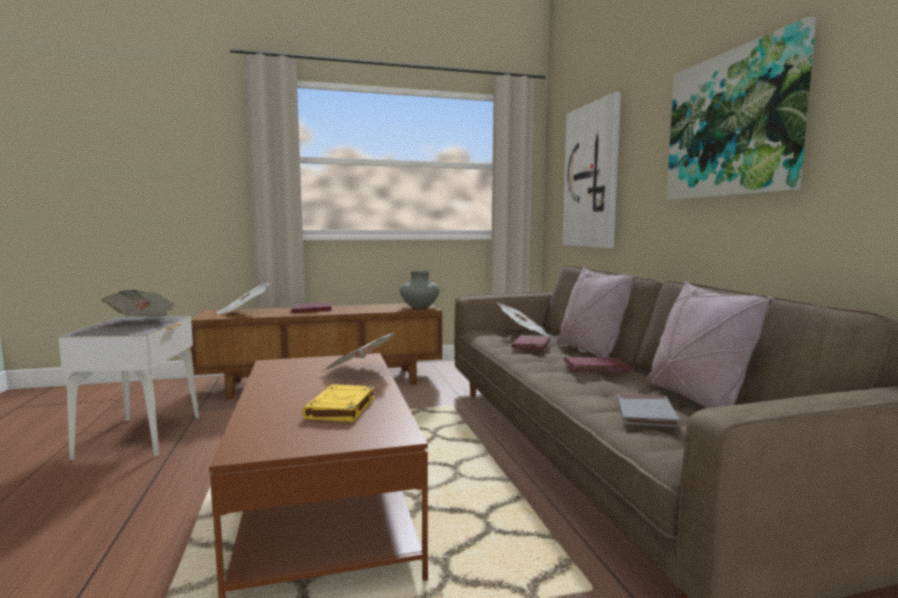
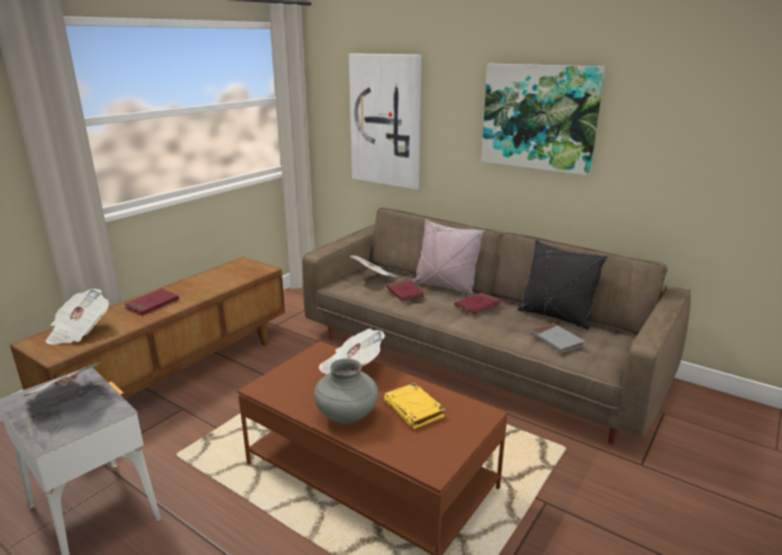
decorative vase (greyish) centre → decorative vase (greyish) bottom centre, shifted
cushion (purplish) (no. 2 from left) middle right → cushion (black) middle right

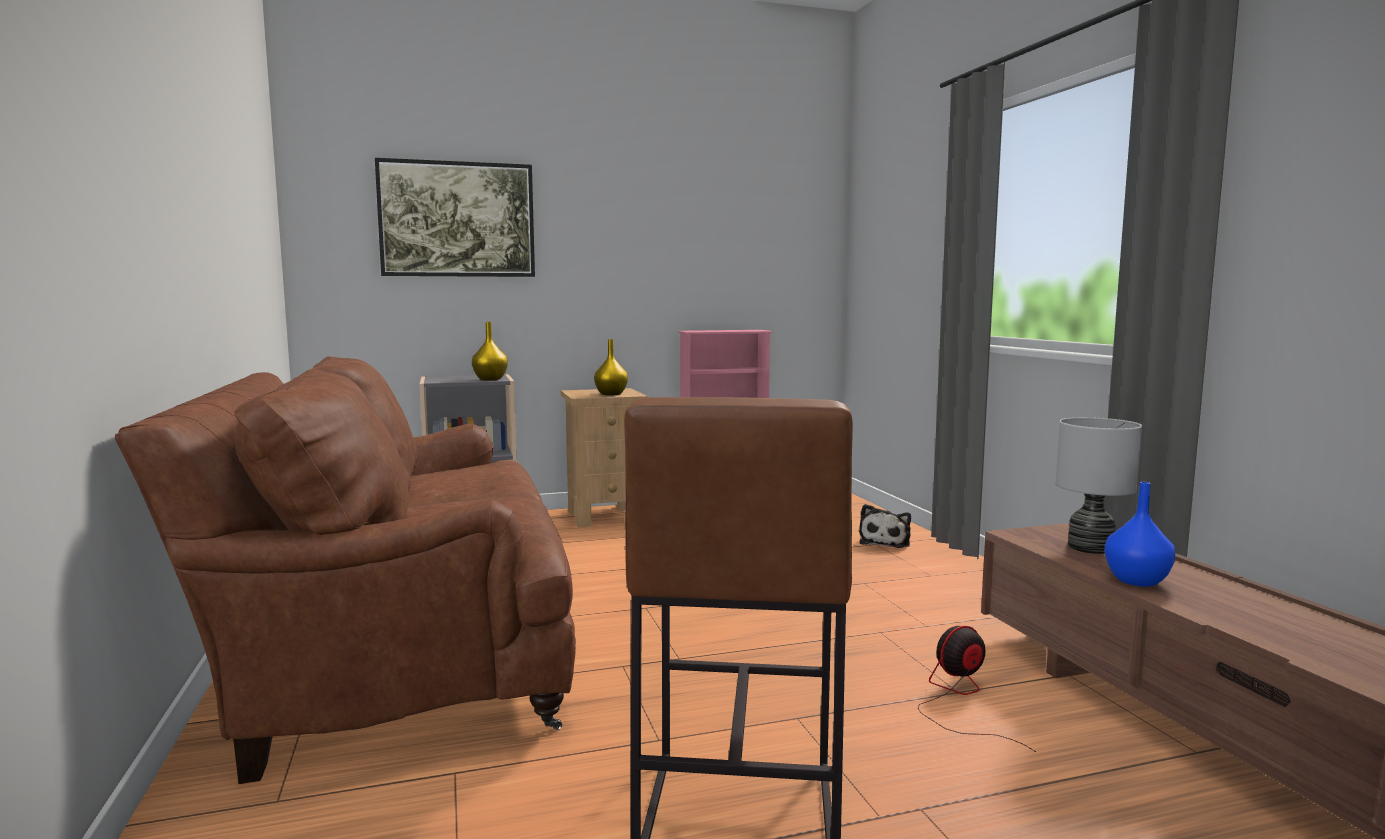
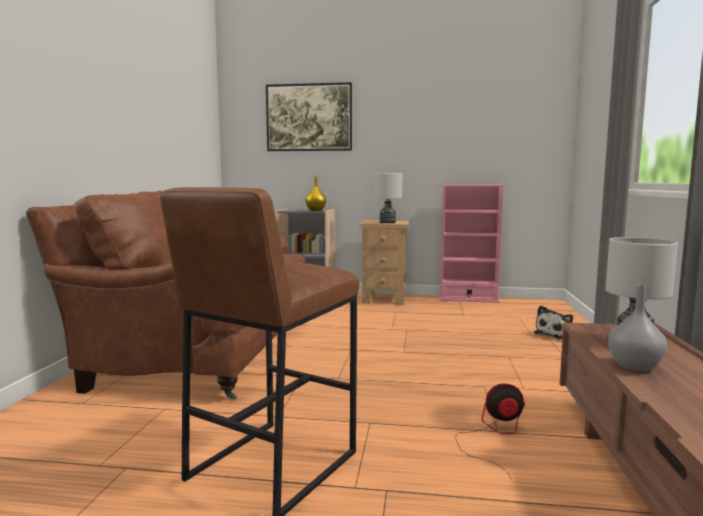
decorative vase (yellow) (no. 2 from left) centre → table lamp (greyish) (no. 1 from left) centre
decorative vase (blue) middle right → decorative vase (greyish) middle right

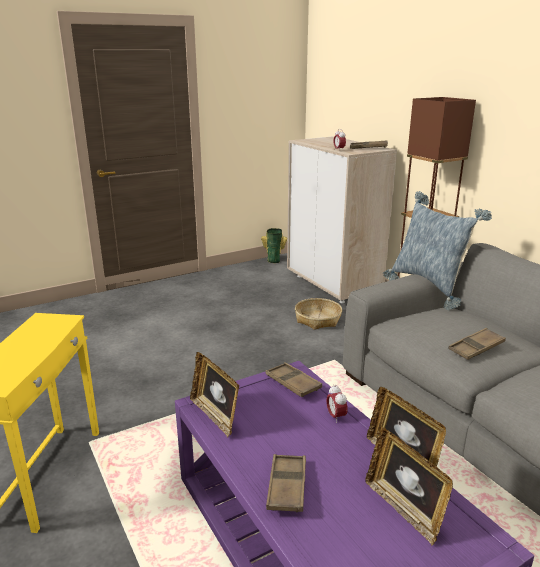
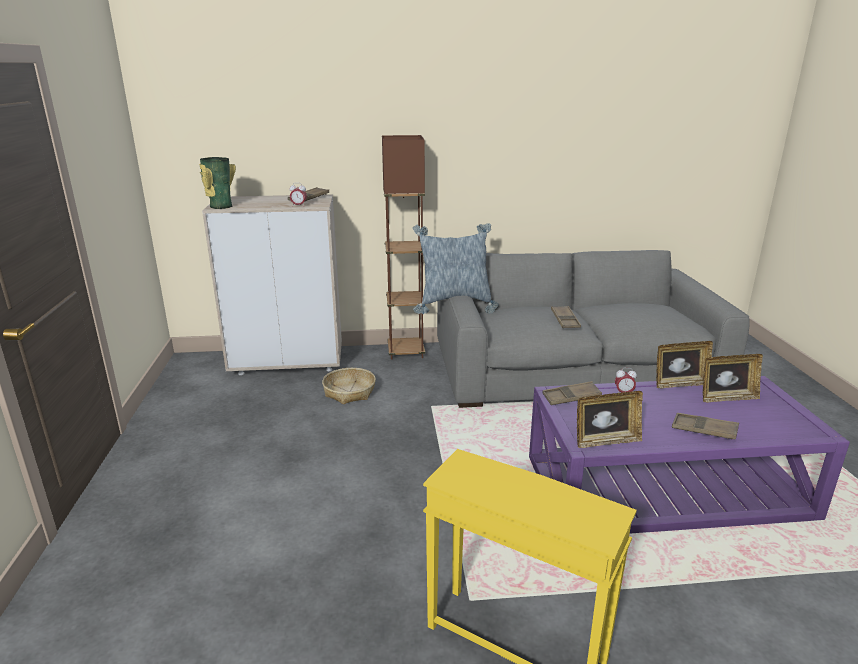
decorative vase centre → decorative vase top left, shifted

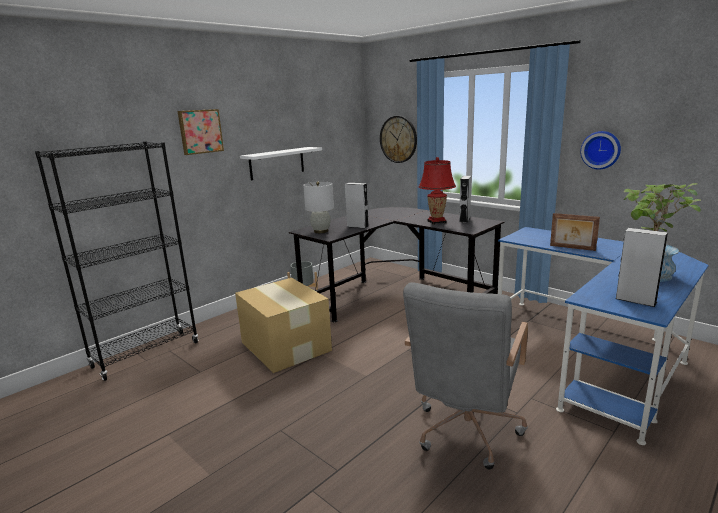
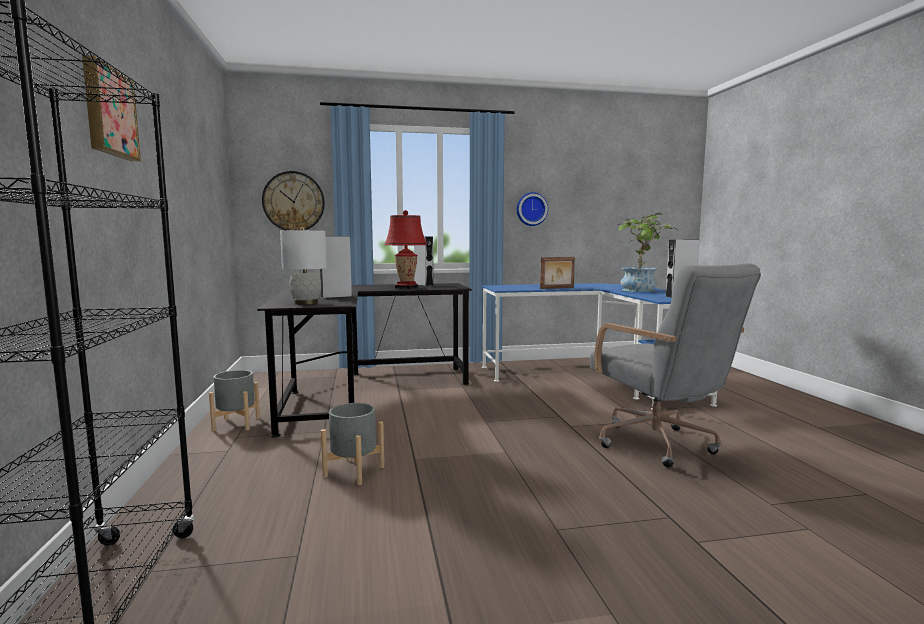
shelf (whitish) top centre → -
cardboard box centre → flower pot (greyish) (no. 2 from left) bottom centre

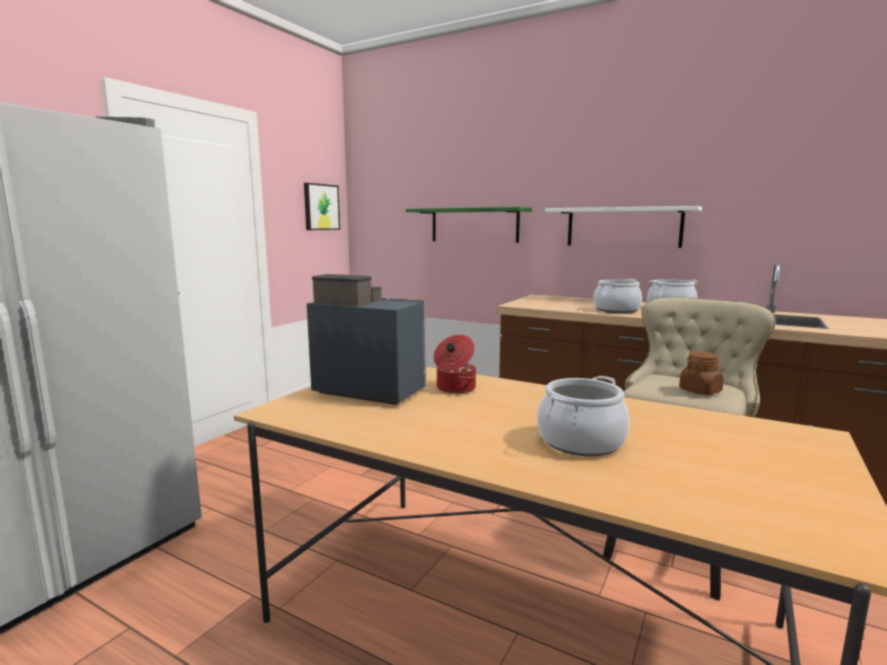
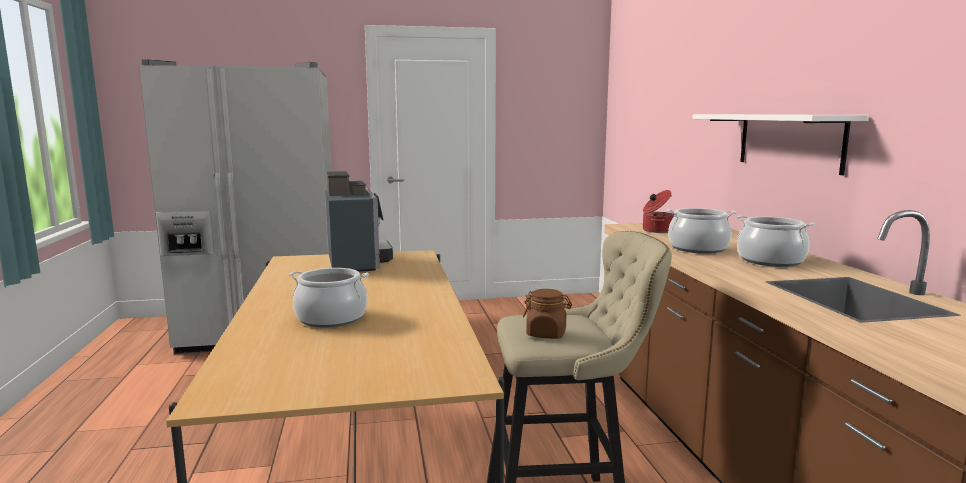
picture top centre → -
shelf (green) centre → -
stockpot (no. 1 from left in the first image) centre → stockpot (no. 2 from left) middle right, shifted

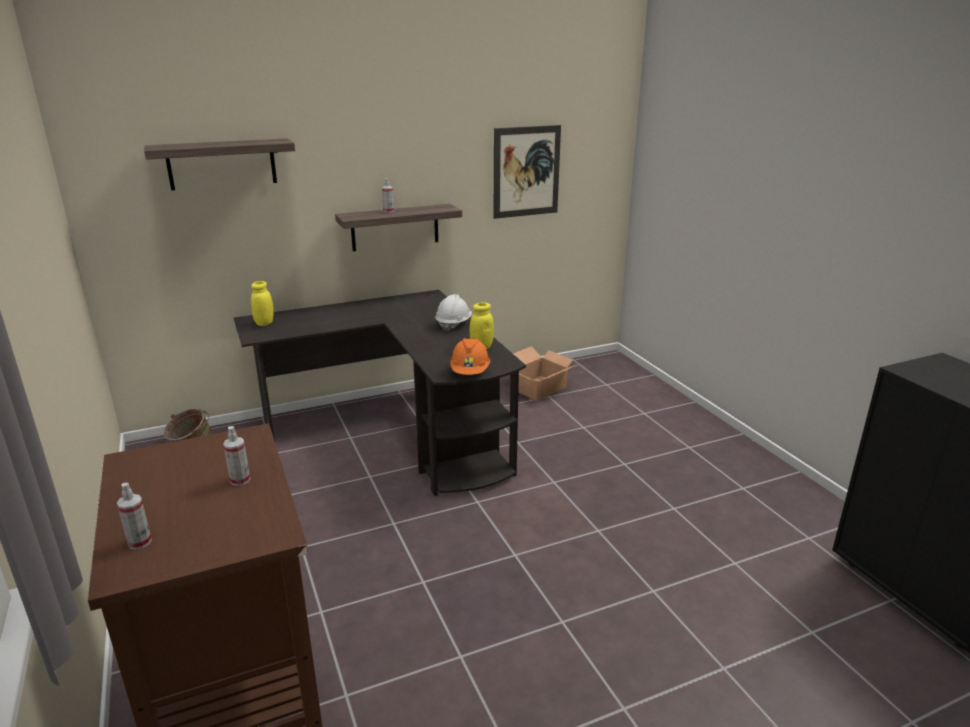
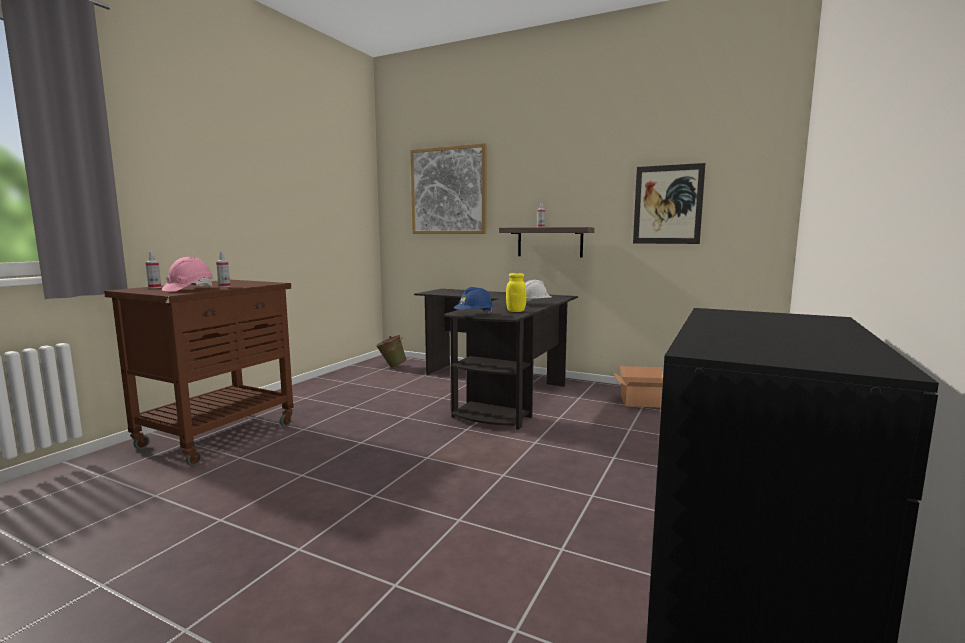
shelf (no. 1 from left) top left → picture (no. 1 from left) top centre
preserve jar (yellow) (no. 1 from left) middle left → -
work helmet (orange) centre → work helmet (blue) centre
- → work helmet (pink) middle left

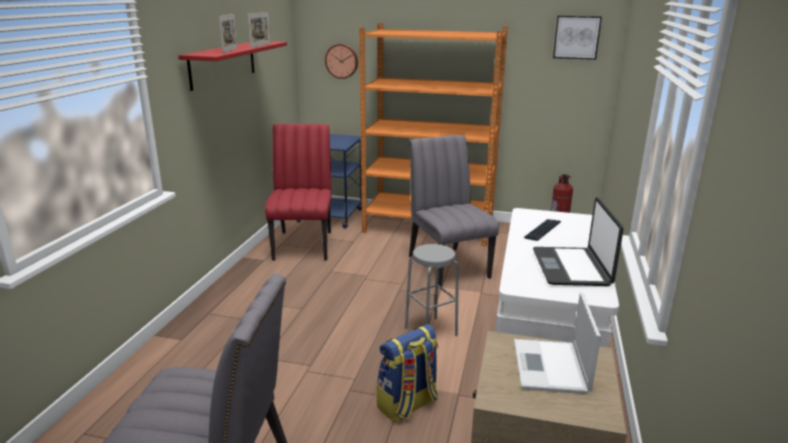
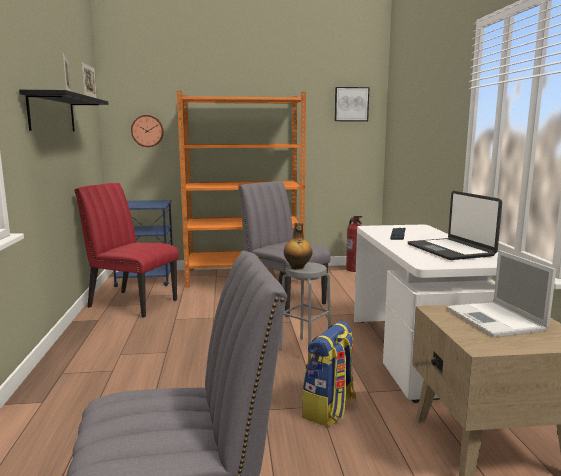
shelf (red-coloured) top left → shelf (black) top left
upright chair (red-coloured) centre → upright chair (red-coloured) middle left, 45 degrees counterclockwise
- → bottle centre

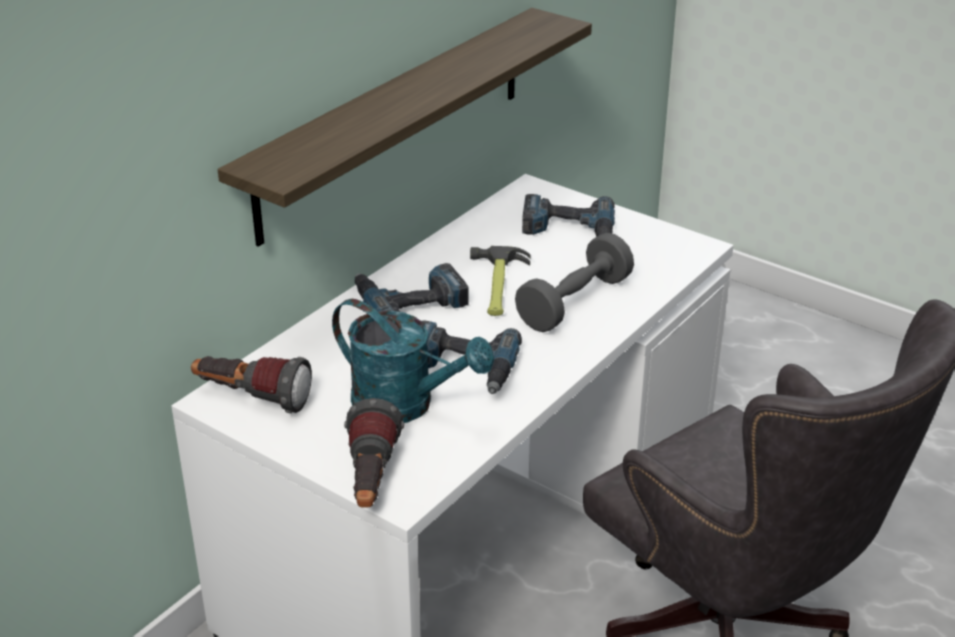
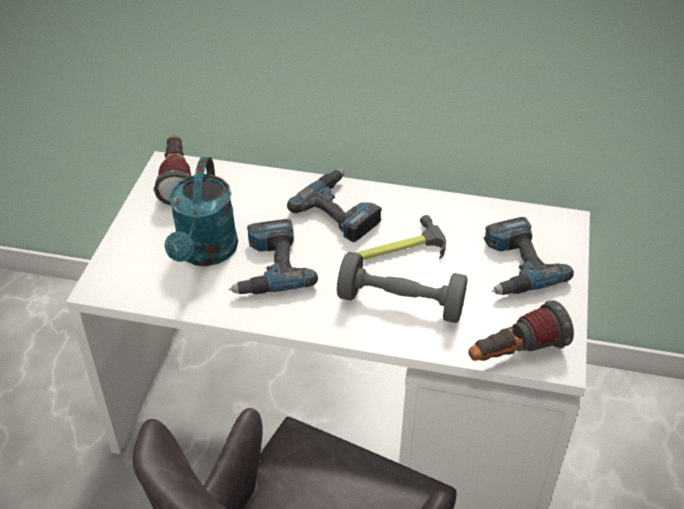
shelf top centre → -
torch (no. 2 from left) bottom centre → torch (no. 2 from left) middle right, shifted

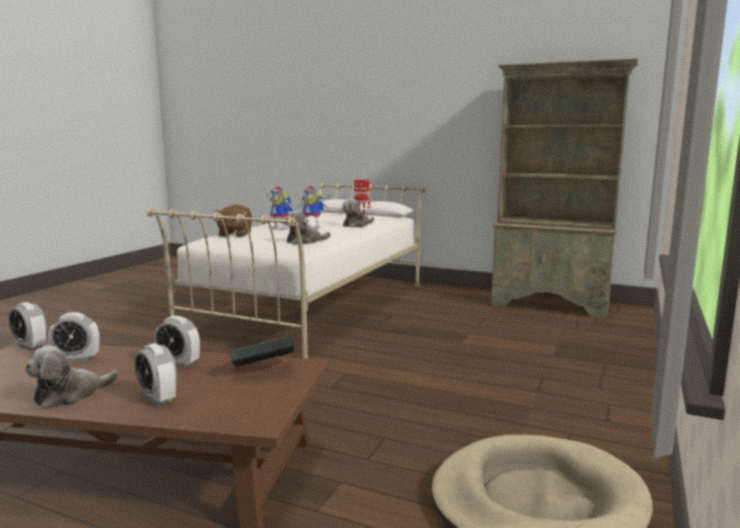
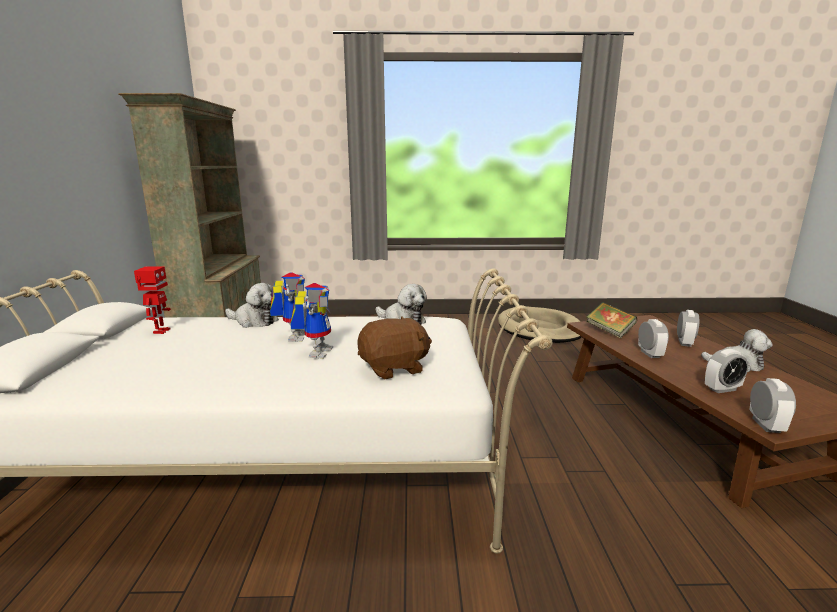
alarm clock (no. 2 from left in the first image) middle left → alarm clock (no. 3 from left) middle right, 105 degrees clockwise

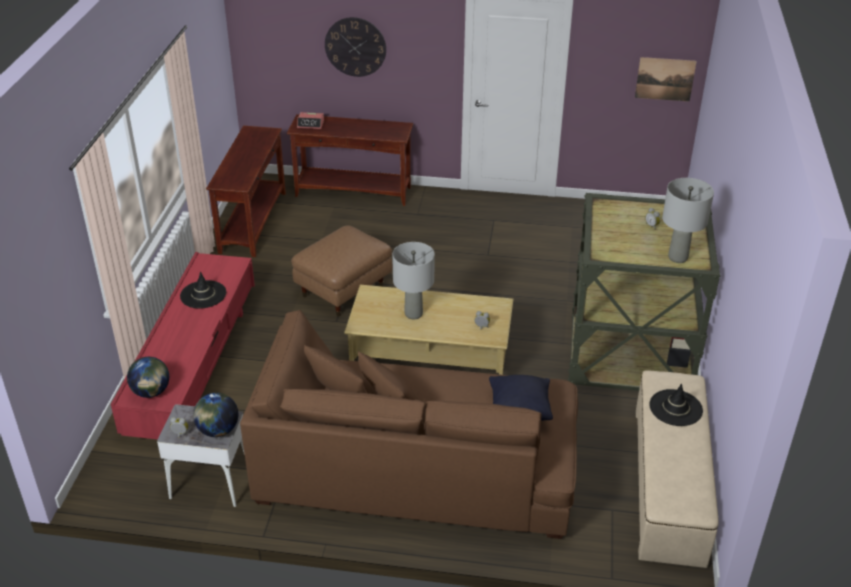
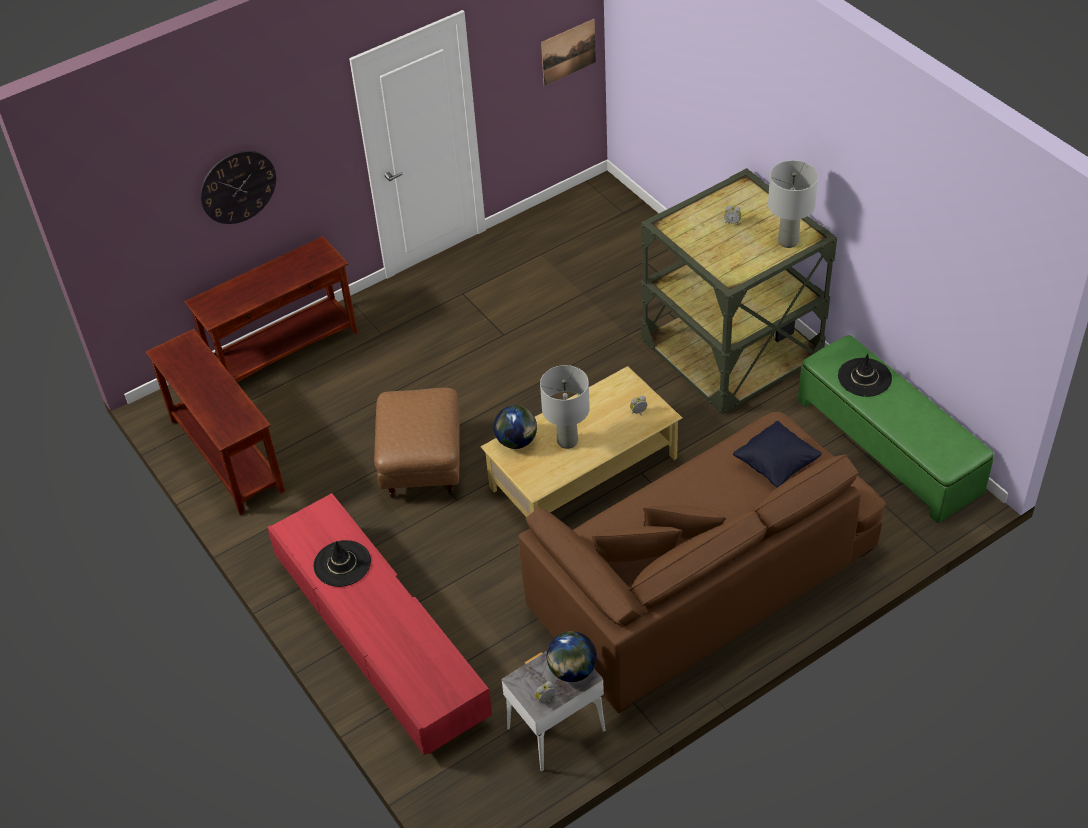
alarm clock (no. 2 from left) top centre → -
globe (no. 1 from left) middle left → globe (no. 1 from left) centre, shifted
indoor bench (beige-coloured) bottom right → indoor bench (green) middle right

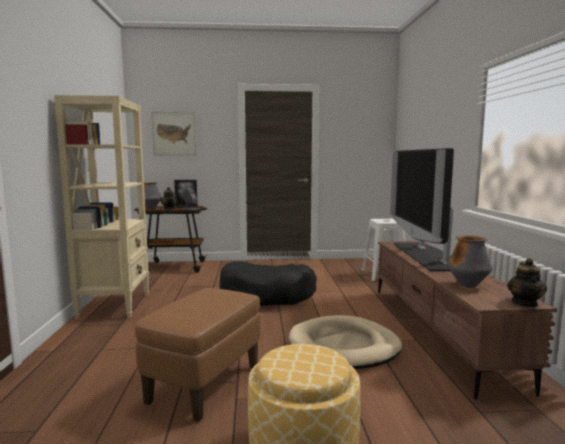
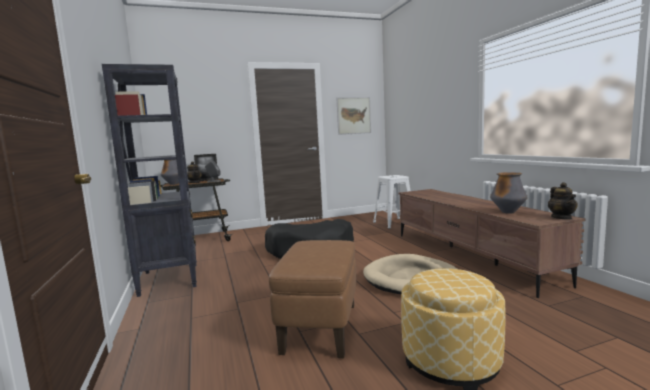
bookshelf (beige-coloured) middle left → bookshelf (black) middle left
picture top left → picture top centre, shifted
TV set middle right → -

